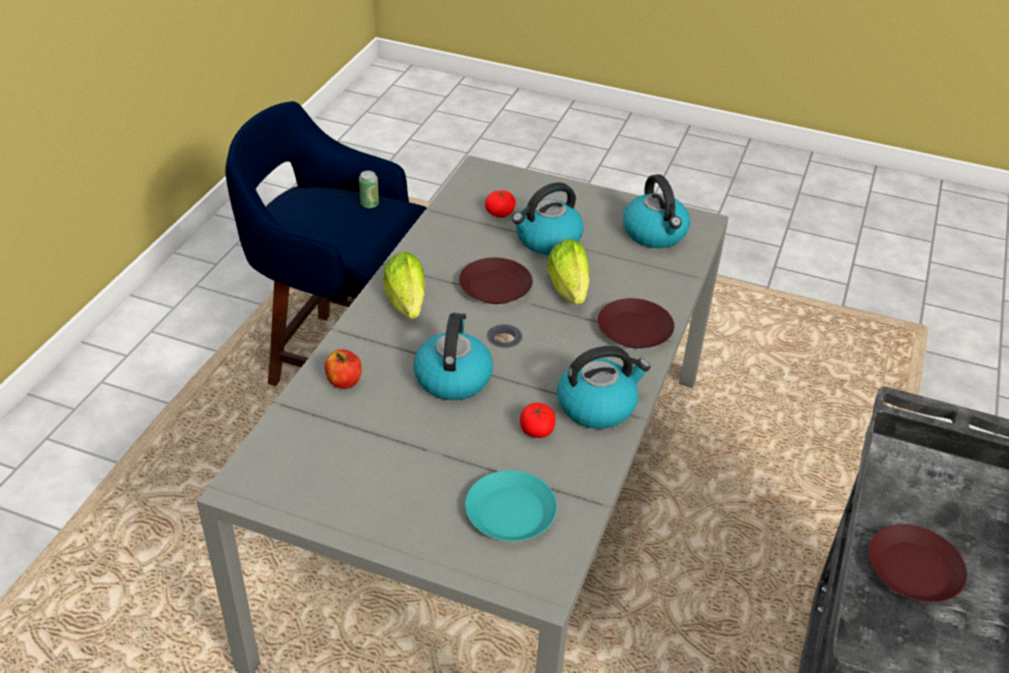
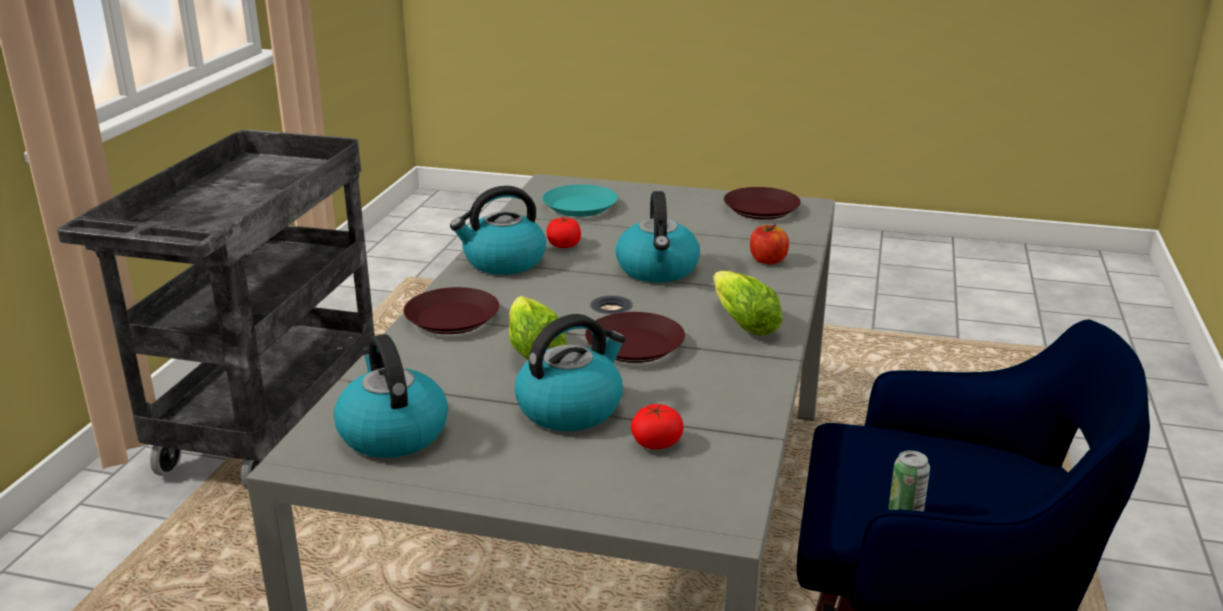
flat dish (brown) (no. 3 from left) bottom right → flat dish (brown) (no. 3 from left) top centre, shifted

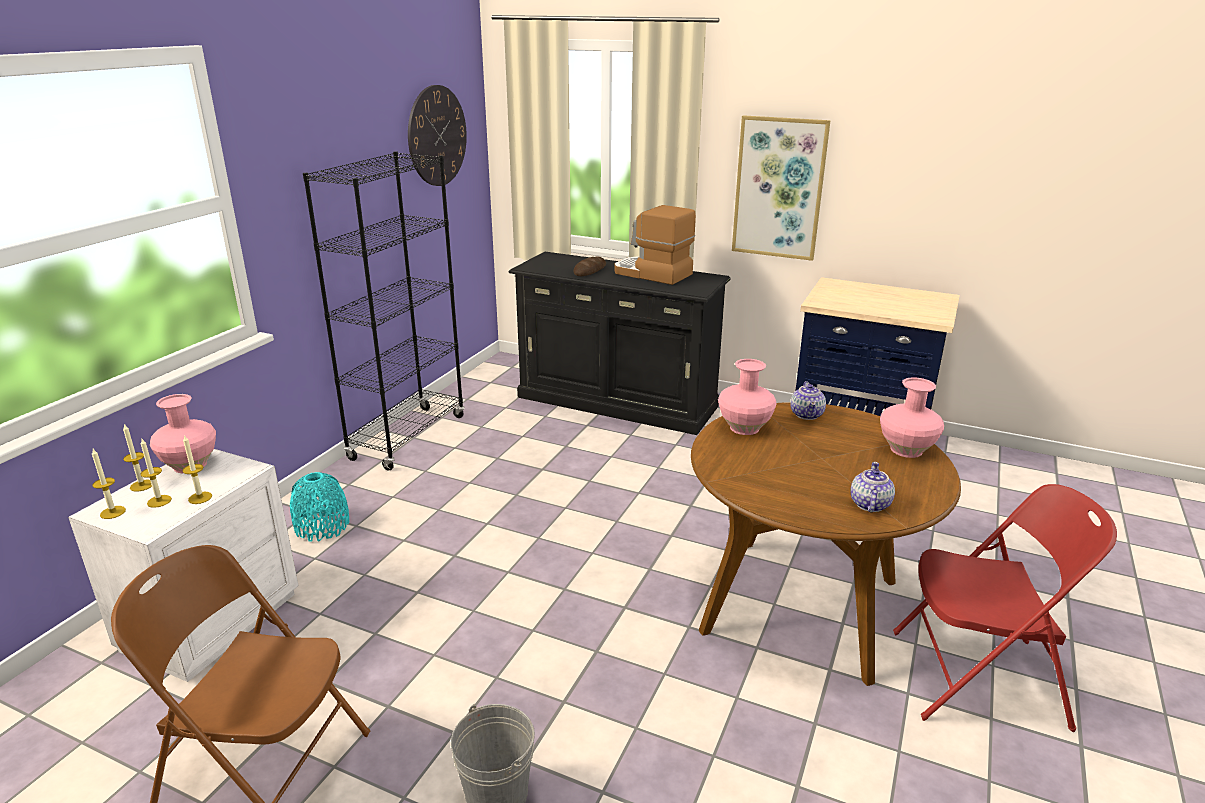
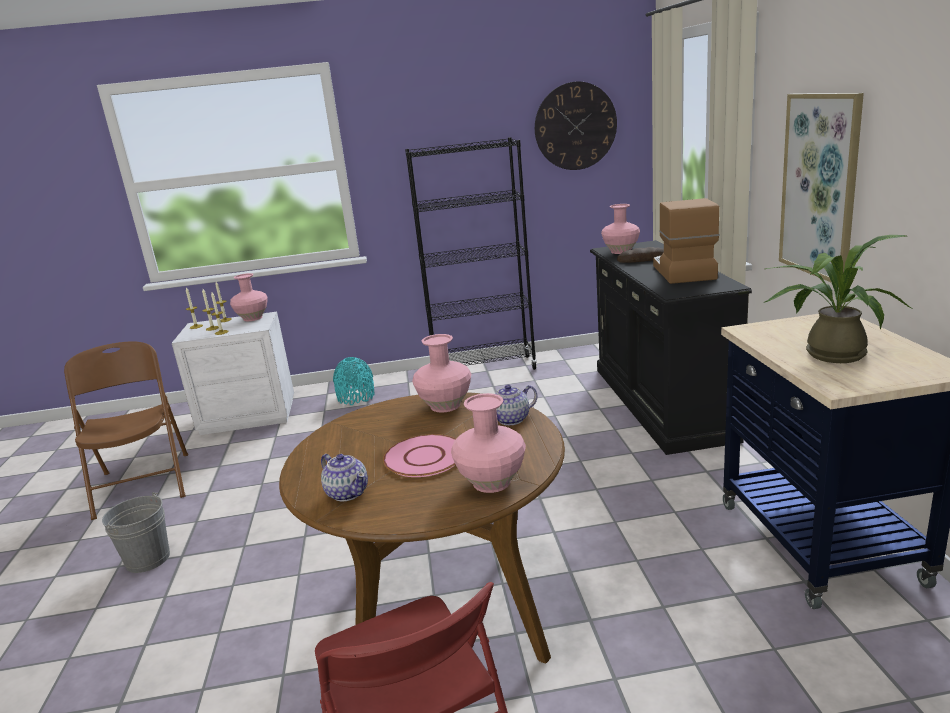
teapot (no. 2 from left in the first image) middle right → teapot (no. 1 from left) bottom centre, 60 degrees clockwise
- → decorative vase (pink) (no. 4 from left) top centre
- → potted plant middle right
- → flat dish (pink) centre

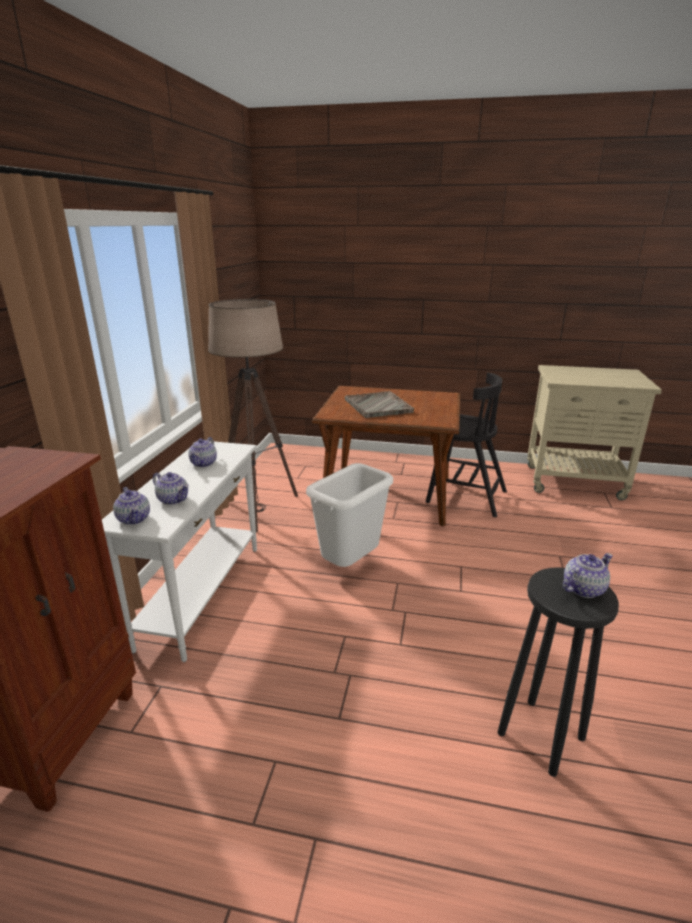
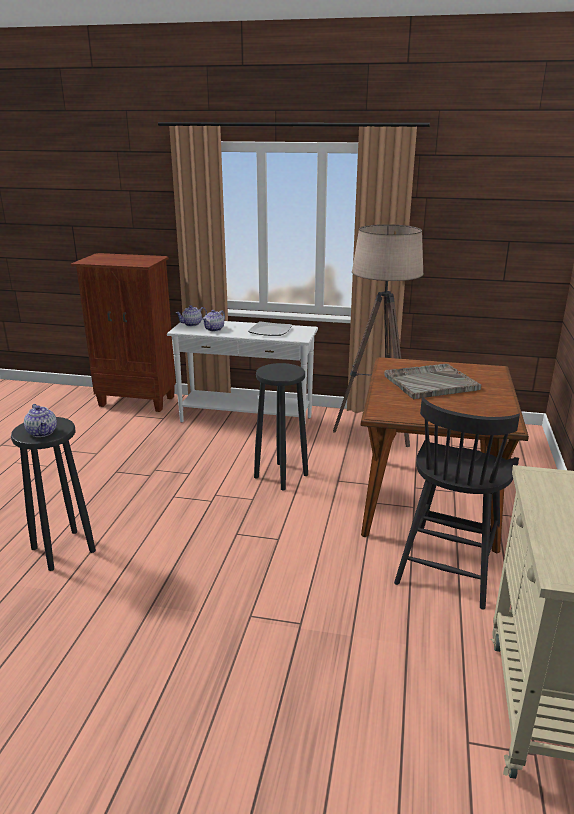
teapot (no. 3 from left) middle left → flat dish centre
waste bin (whitish) centre → sitting stool (black) (no. 2 from left) centre

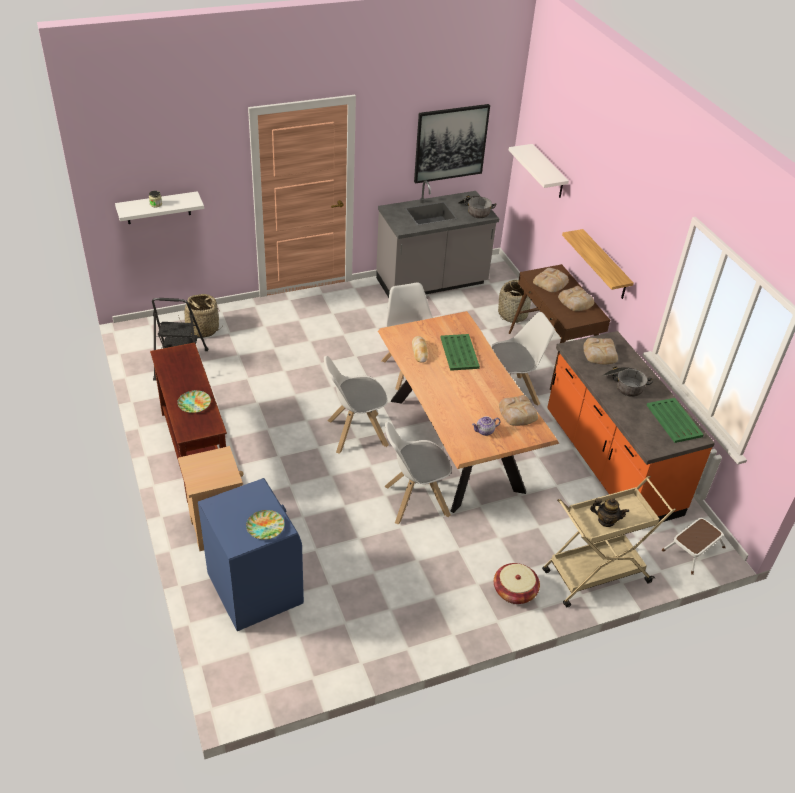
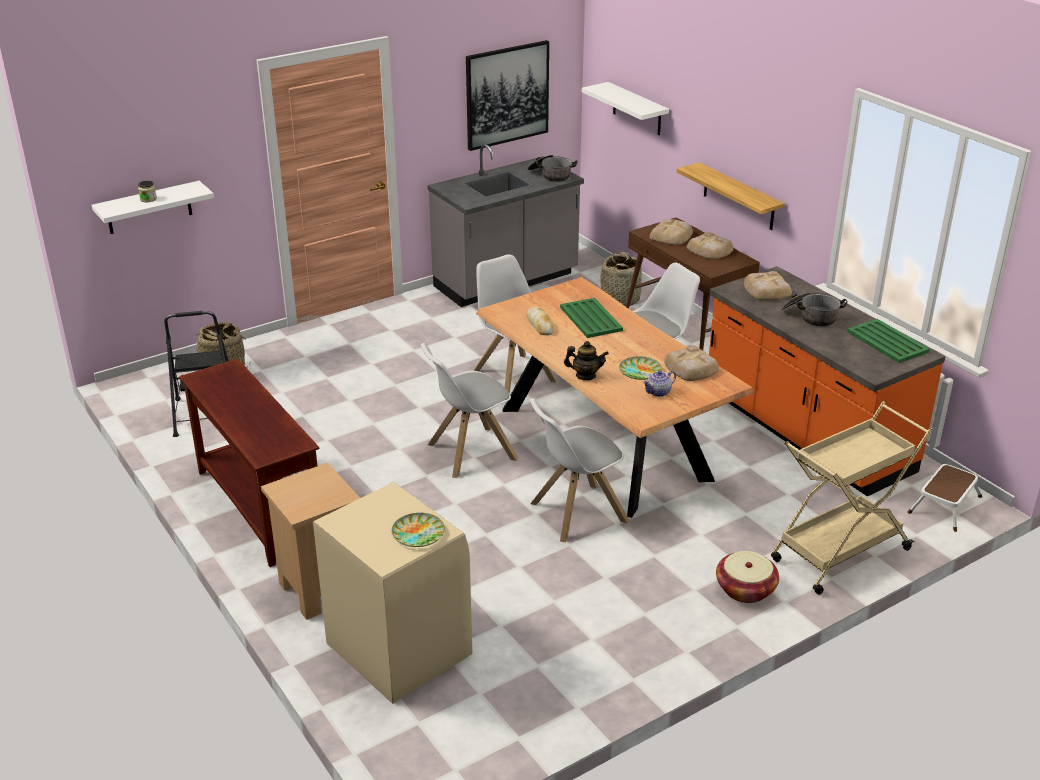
flat dish (no. 1 from left in the first image) middle left → flat dish (no. 2 from left) centre, shifted
washing machine (blue) bottom left → washing machine (beige-coloured) bottom centre
teapot (no. 2 from left in the first image) middle right → teapot (no. 1 from left) centre, shifted

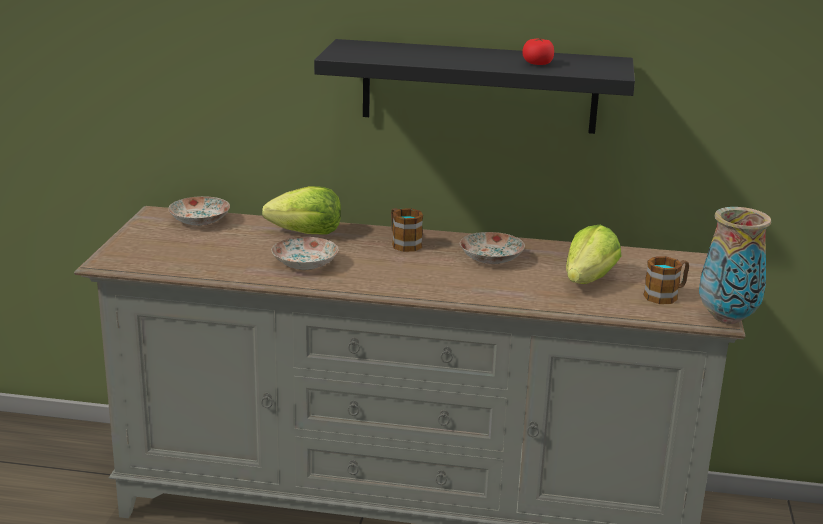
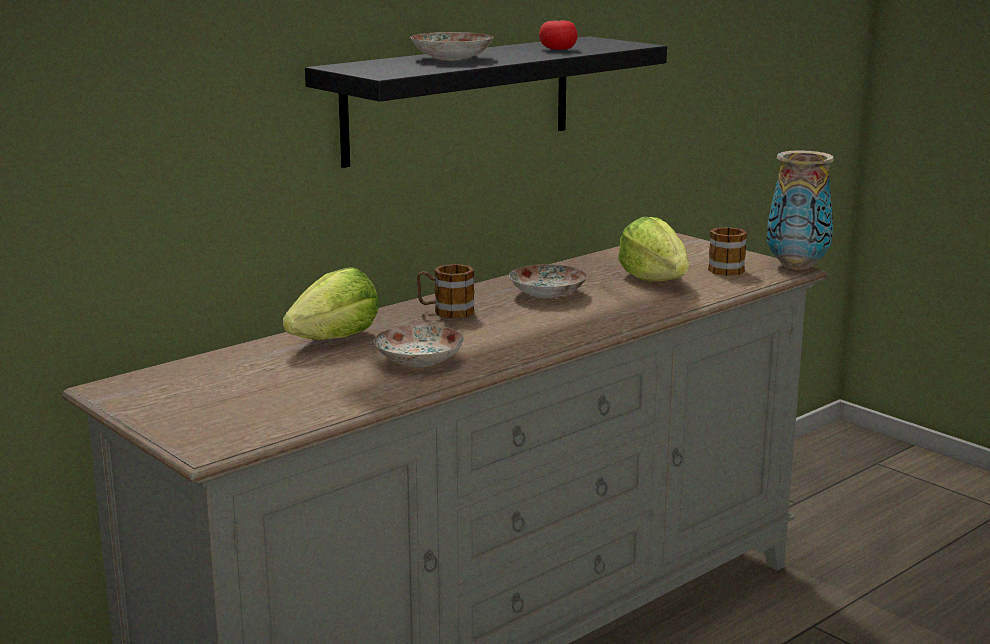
flat dish (no. 1 from left in the first image) middle left → flat dish (no. 2 from left) top centre, shifted

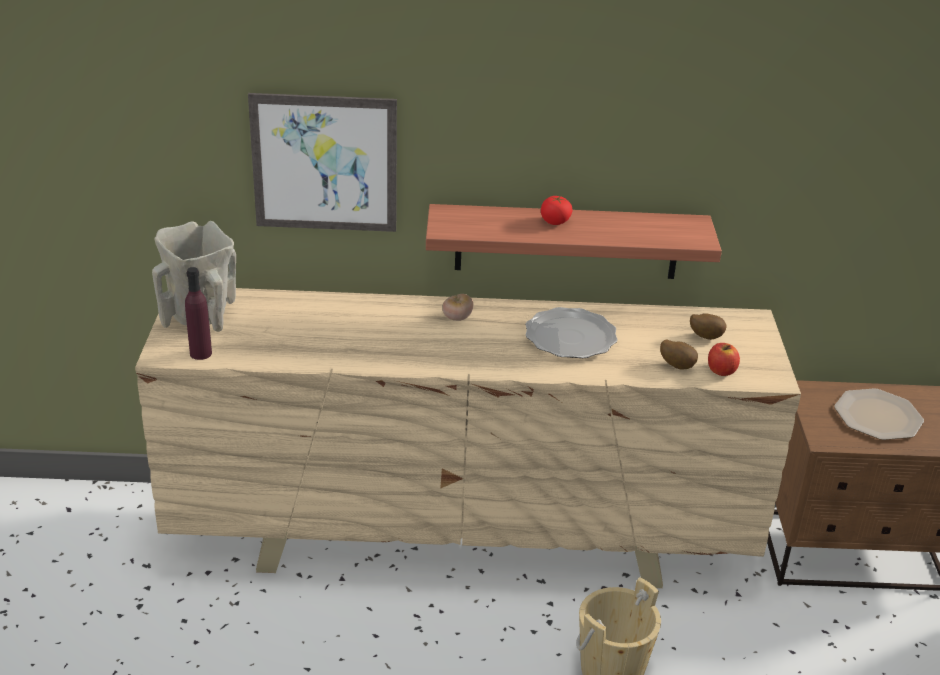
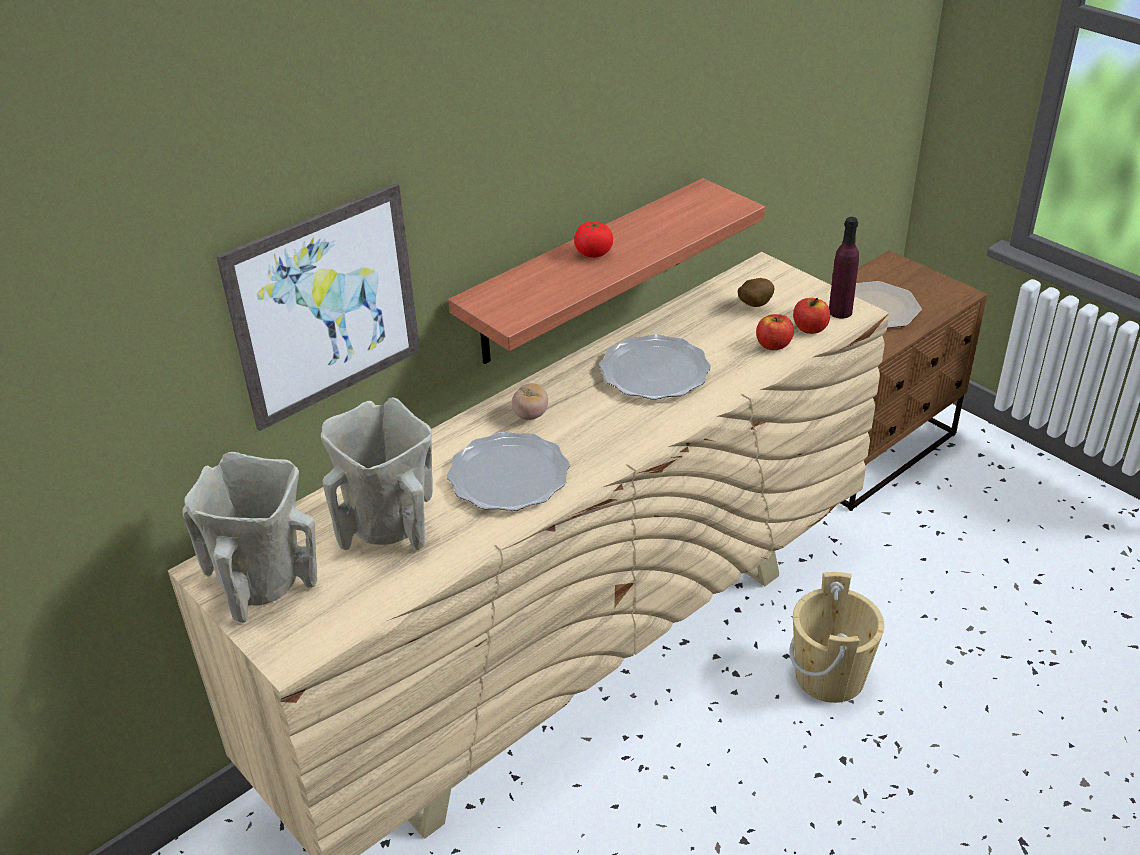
bottle (purplish) middle left → bottle (purplish) top right, shifted
potato (no. 1 from left) middle right → apple fruit (no. 1 from left) middle right
- → decorative vase (beige-coloured) (no. 2 from left) middle left
- → flat dish (no. 1 from left) centre

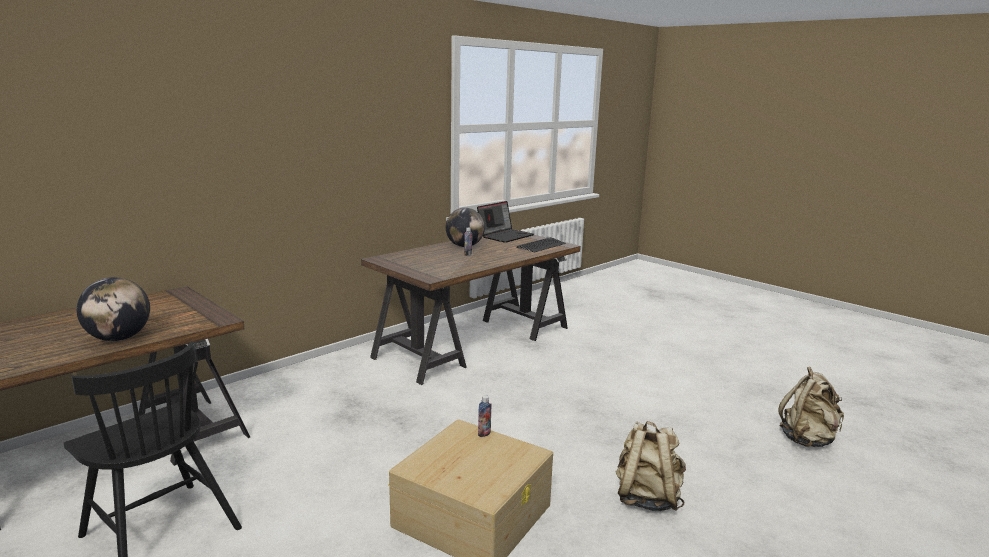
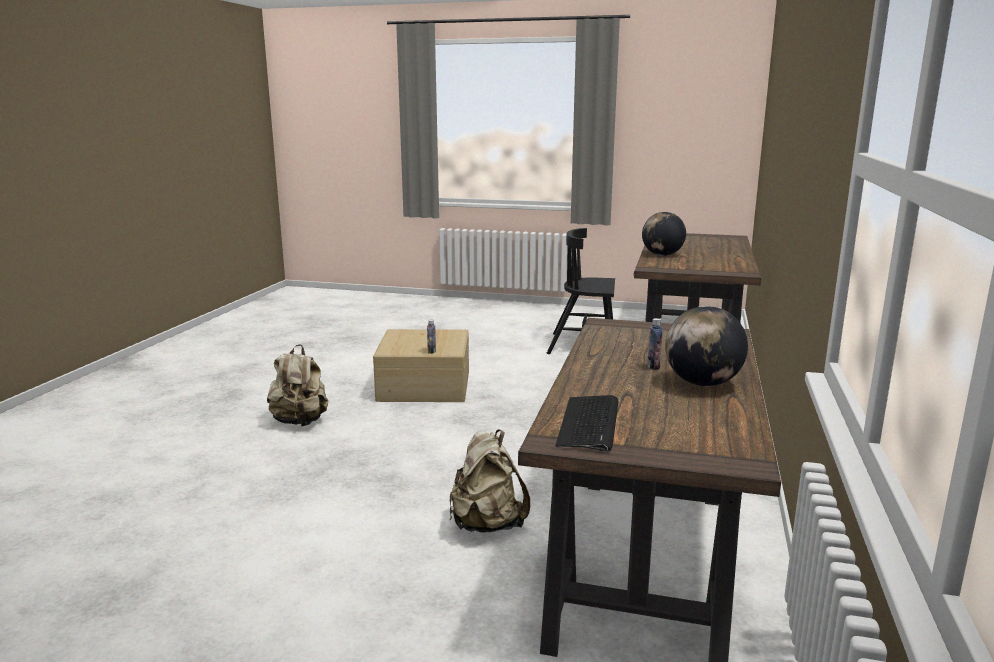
laptop centre → -
knapsack (beige-coloured) (no. 2 from left) bottom right → knapsack (beige-coloured) (no. 2 from left) bottom centre, shifted

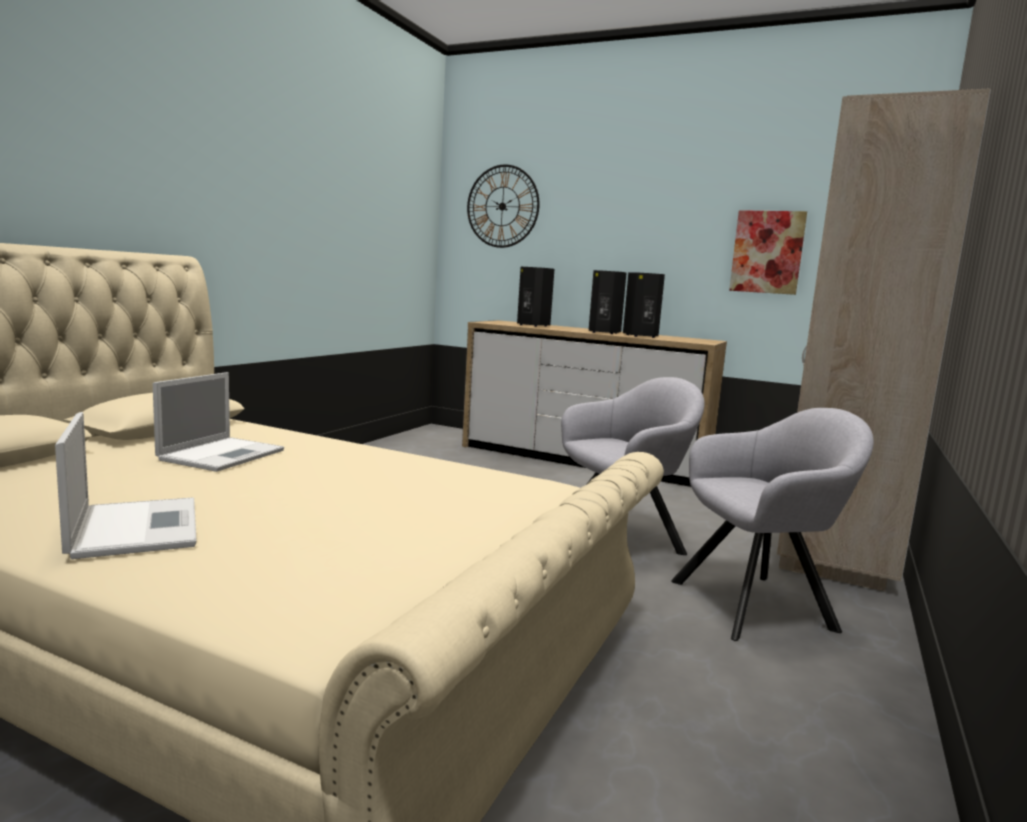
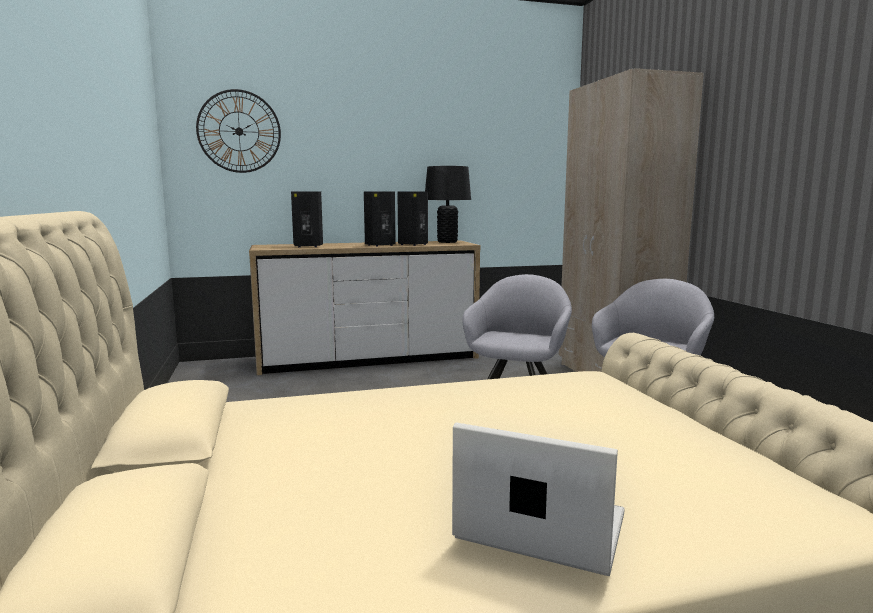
picture top right → -
laptop (no. 2 from left) middle left → -
- → table lamp (black) top centre

